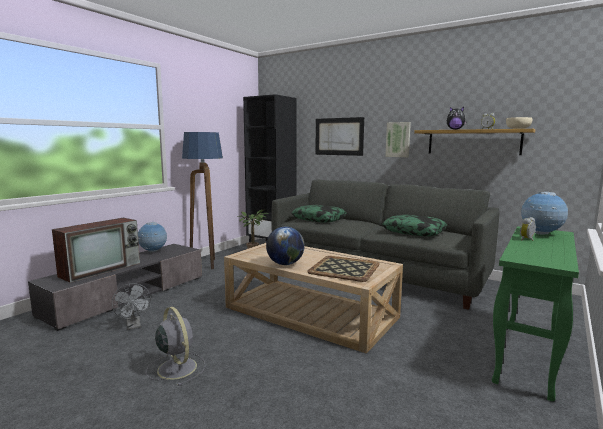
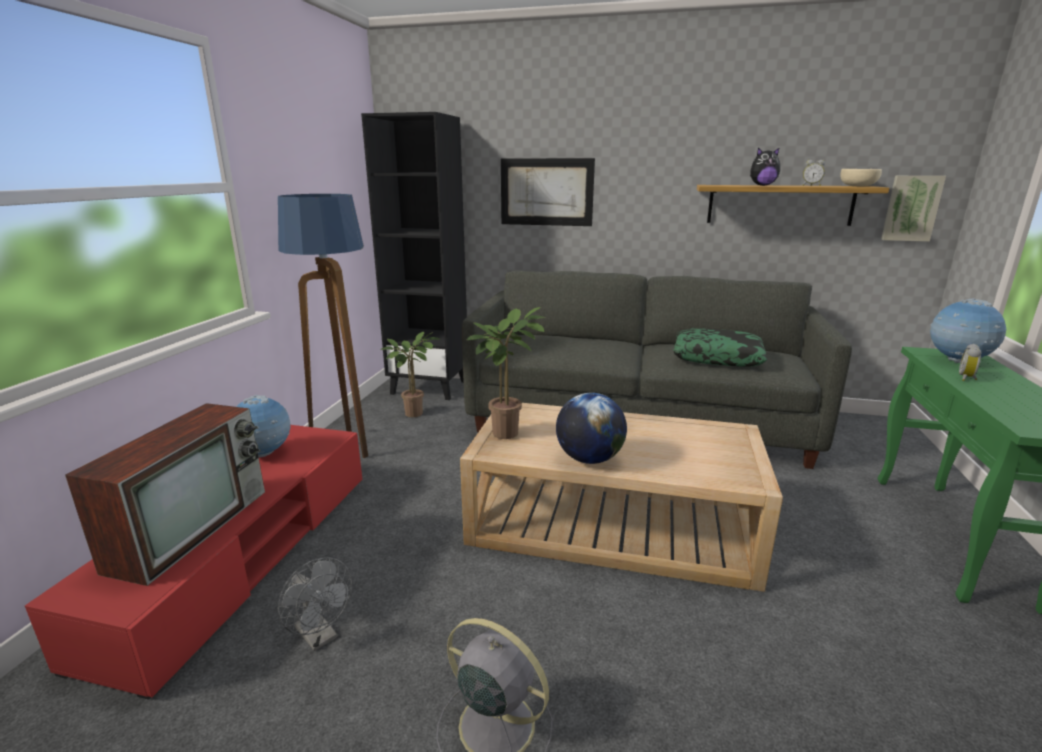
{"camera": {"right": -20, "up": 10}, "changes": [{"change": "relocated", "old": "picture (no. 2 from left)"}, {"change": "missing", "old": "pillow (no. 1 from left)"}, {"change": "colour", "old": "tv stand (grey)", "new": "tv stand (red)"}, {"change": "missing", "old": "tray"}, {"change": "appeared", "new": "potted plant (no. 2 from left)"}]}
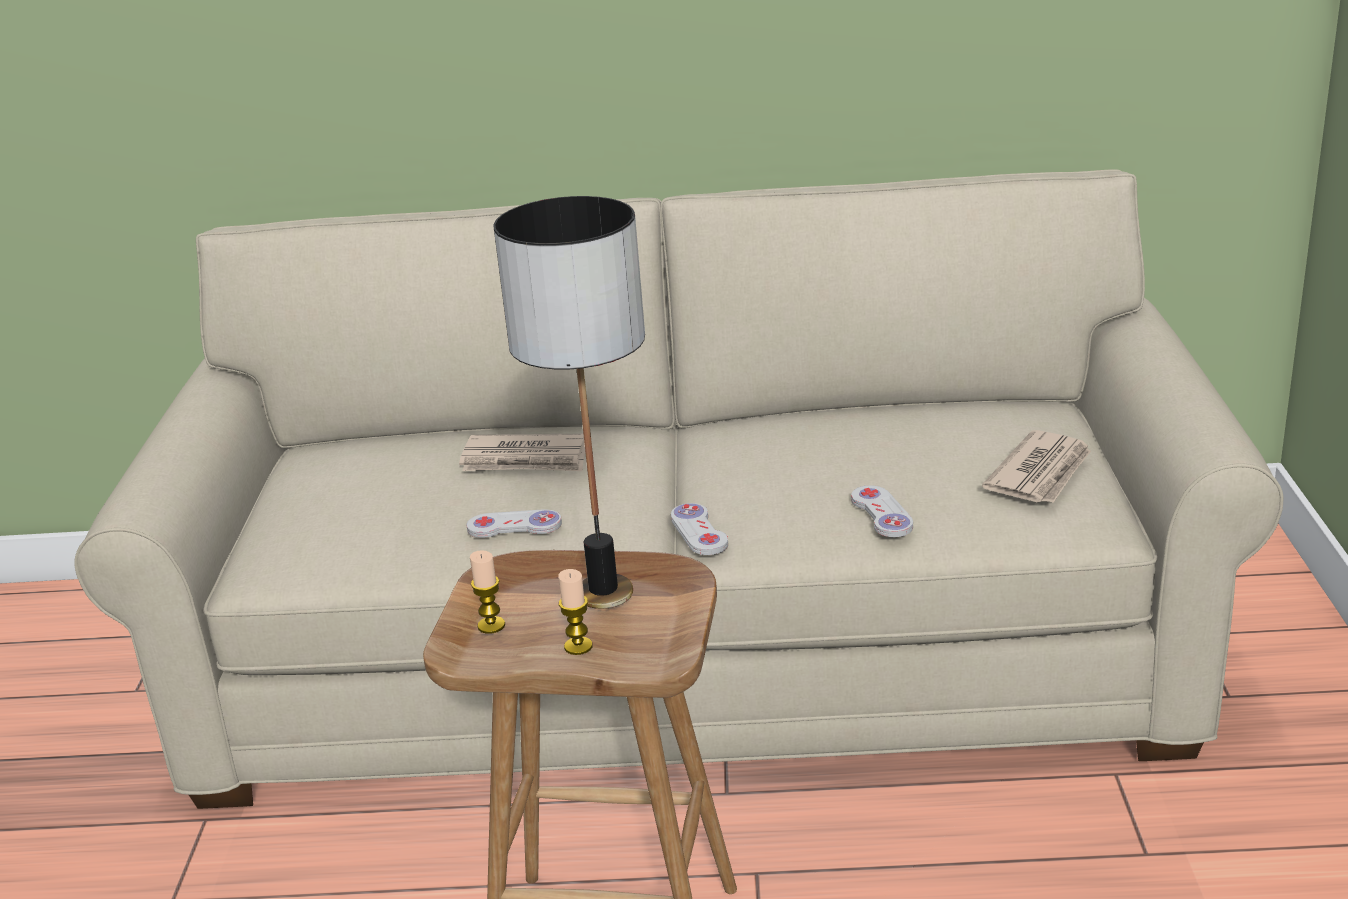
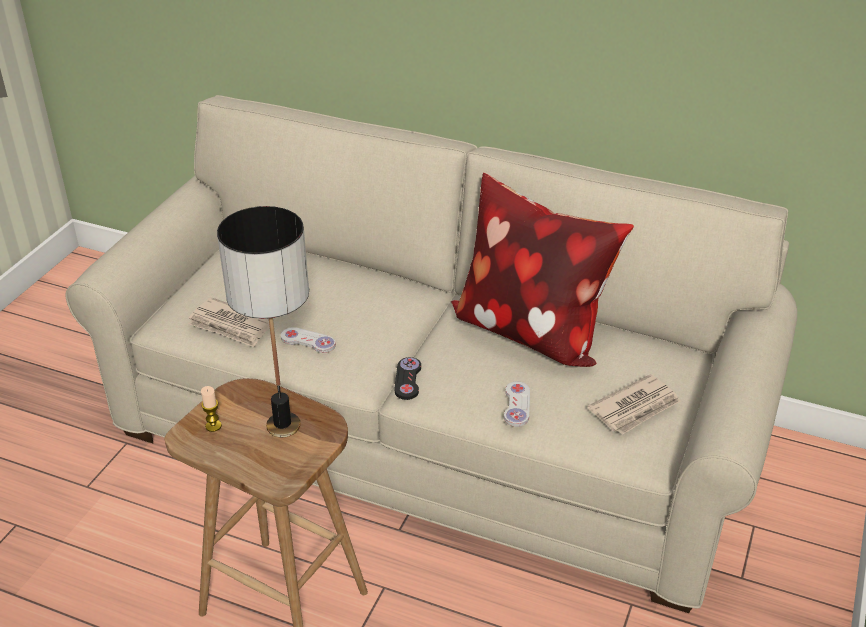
{"camera": {"right": 20, "up": 10}, "changes": [{"change": "relocated", "old": "newspaper (no. 1 from left)"}, {"change": "colour", "old": "game controller (white) (no. 2 from left)", "new": "game controller (black)"}, {"change": "missing", "old": "candle (no. 2 from left)"}, {"change": "appeared", "new": "pillow"}]}
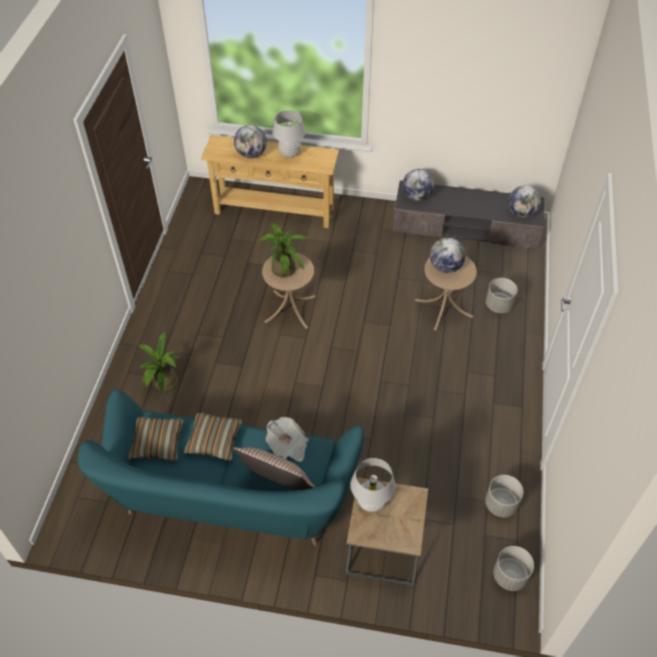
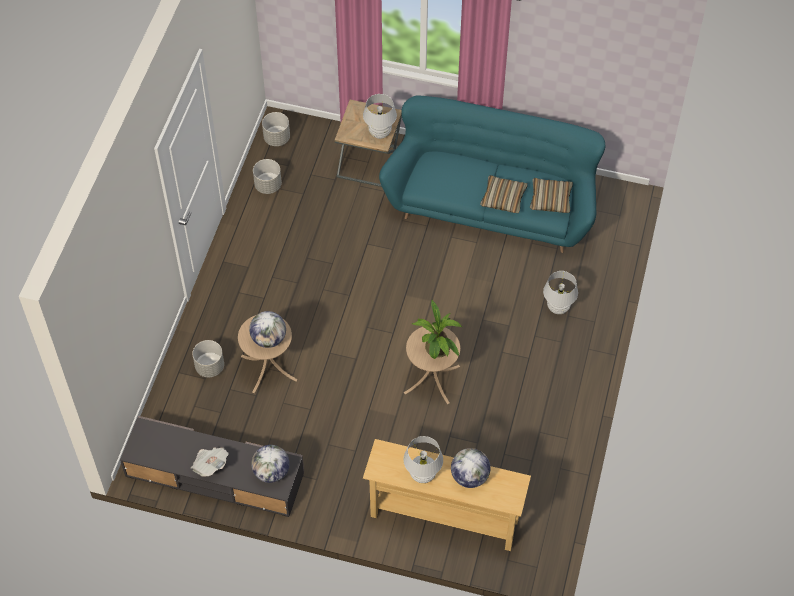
{"camera": {"right": -175, "up": 5}, "changes": [{"change": "missing", "old": "globe (no. 4 from left)"}, {"change": "exchanged", "old": "potted plant (no. 1 from left)", "new": "table lamp (white) (no. 3 from left)"}, {"change": "relocated", "old": "newspaper"}, {"change": "missing", "old": "pillow (no. 3 from left)"}]}
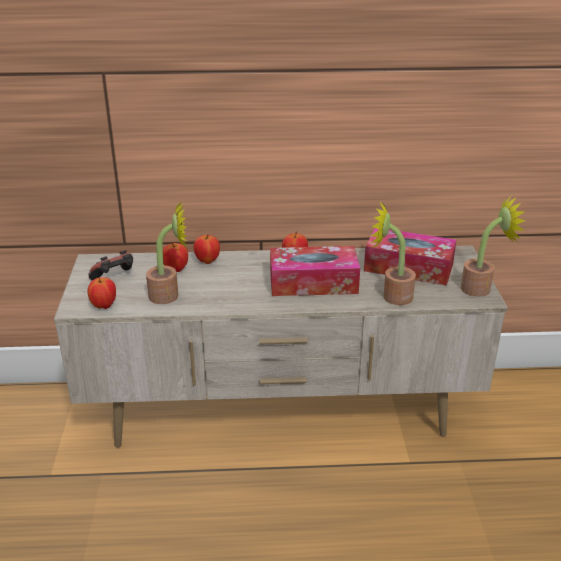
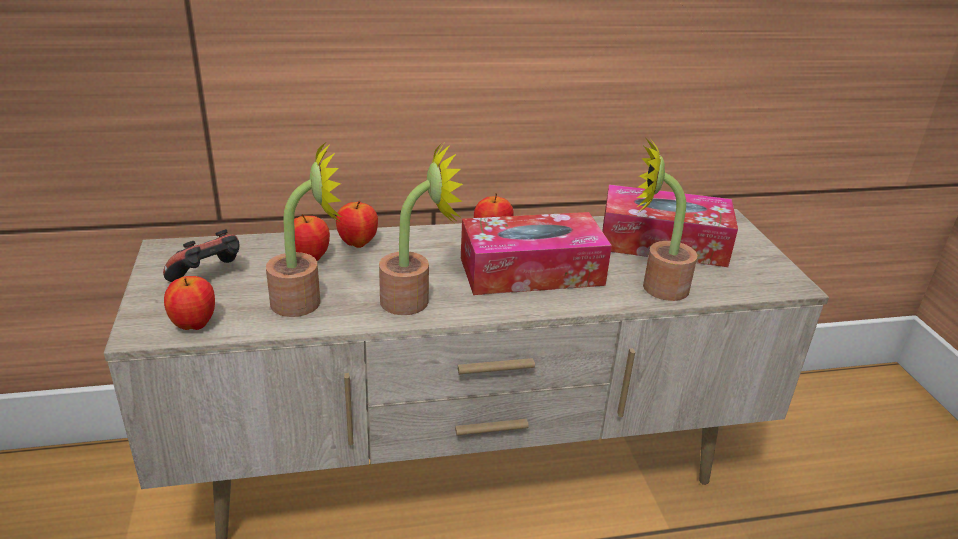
{"camera": {"right": -10, "up": 0}, "changes": [{"change": "relocated", "old": "potted plant (no. 3 from left in the first image)", "new": "potted plant (no. 2 from left)"}]}
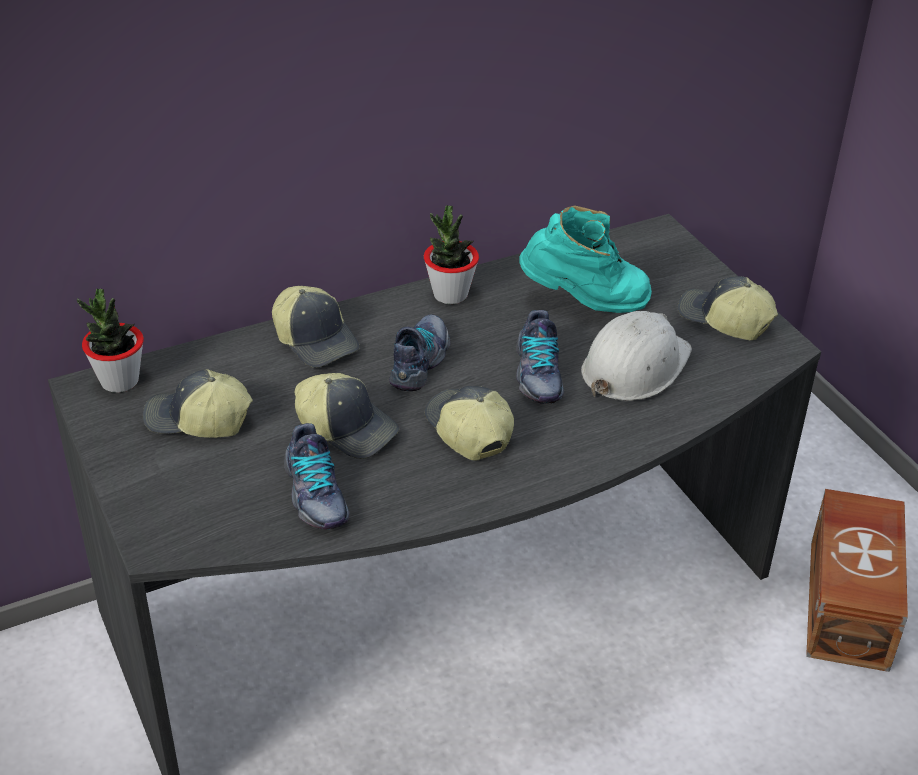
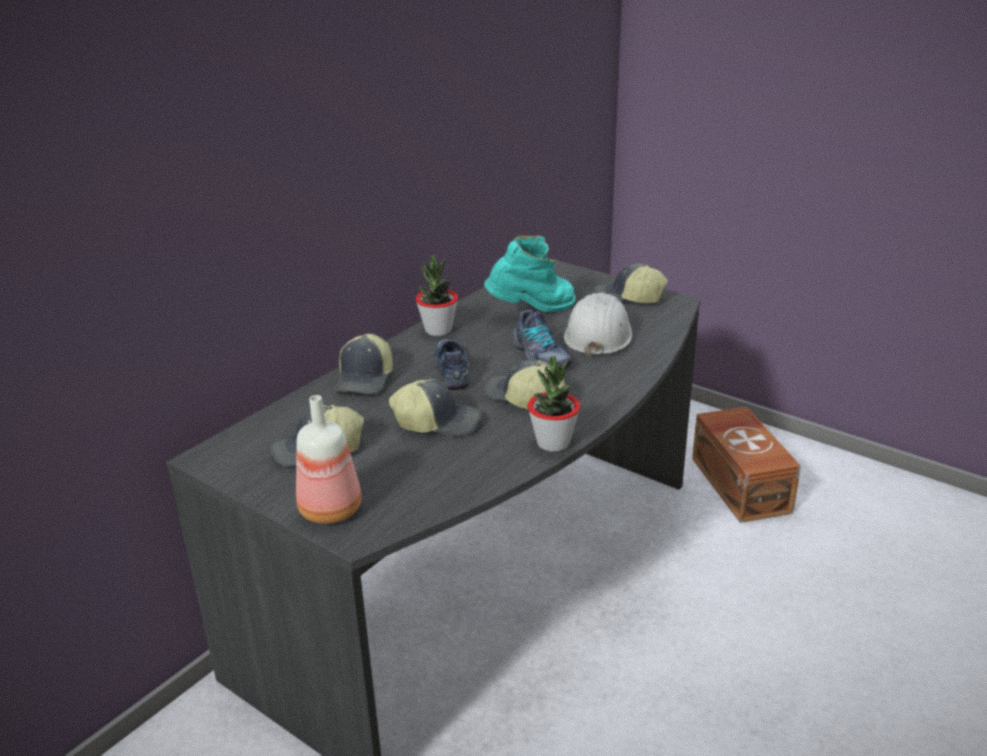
{"camera": {"right": -25, "up": -10}, "changes": [{"change": "spun", "old": "cap (no. 2 from left)", "degrees": 75}, {"change": "relocated", "old": "potted plant (no. 1 from left in the first image)", "new": "potted plant (no. 2 from left)"}, {"change": "missing", "old": "shoe (no. 1 from left)"}, {"change": "appeared", "new": "bottle"}]}
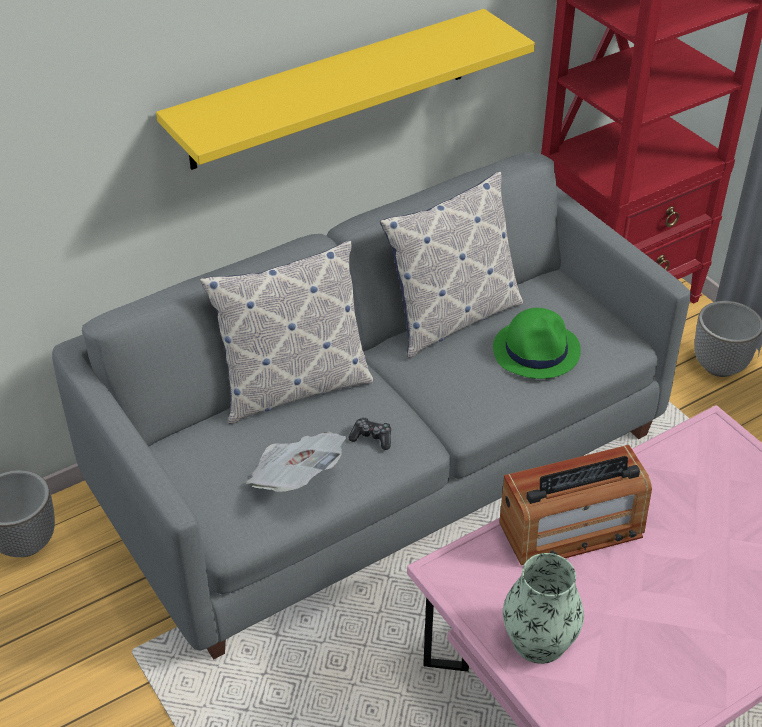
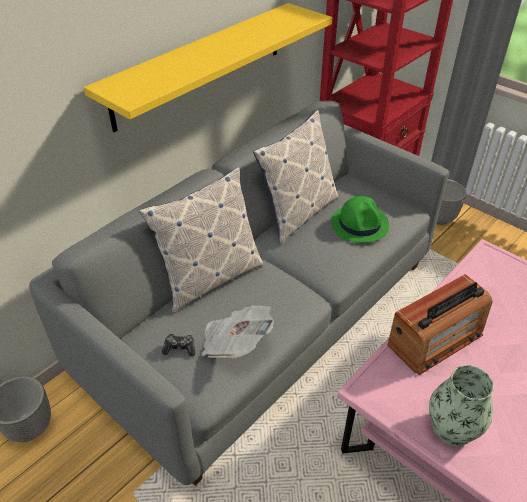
{"camera": {"right": -15, "up": 0}, "changes": [{"change": "relocated", "old": "game controller"}]}
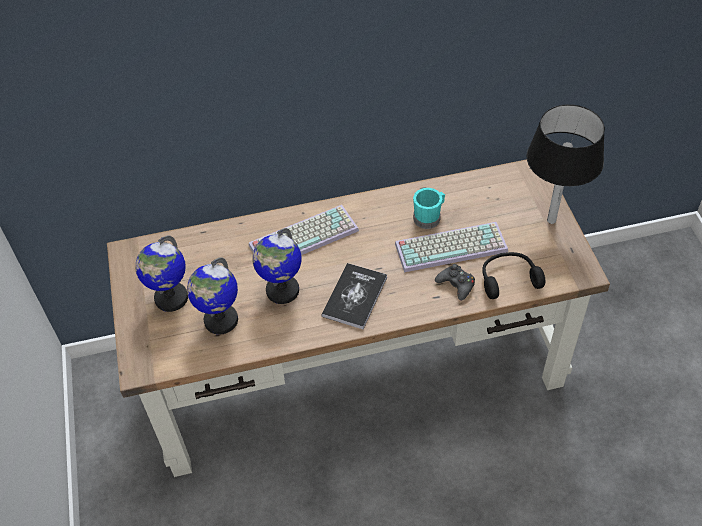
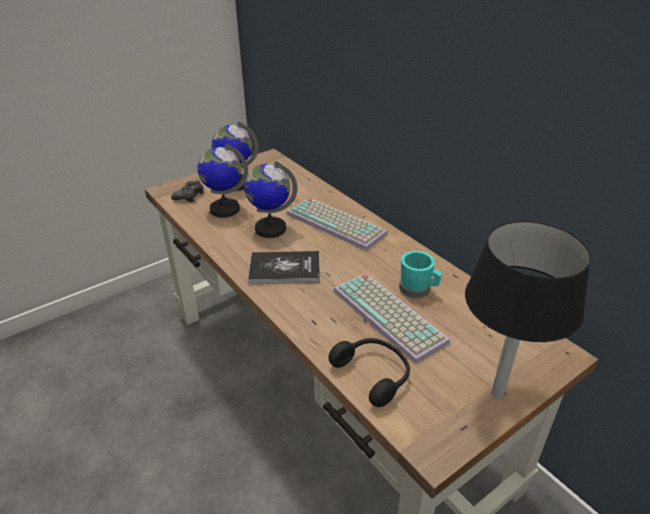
{"camera": {"right": 65, "up": -15}, "changes": [{"change": "relocated", "old": "game controller (black)"}]}
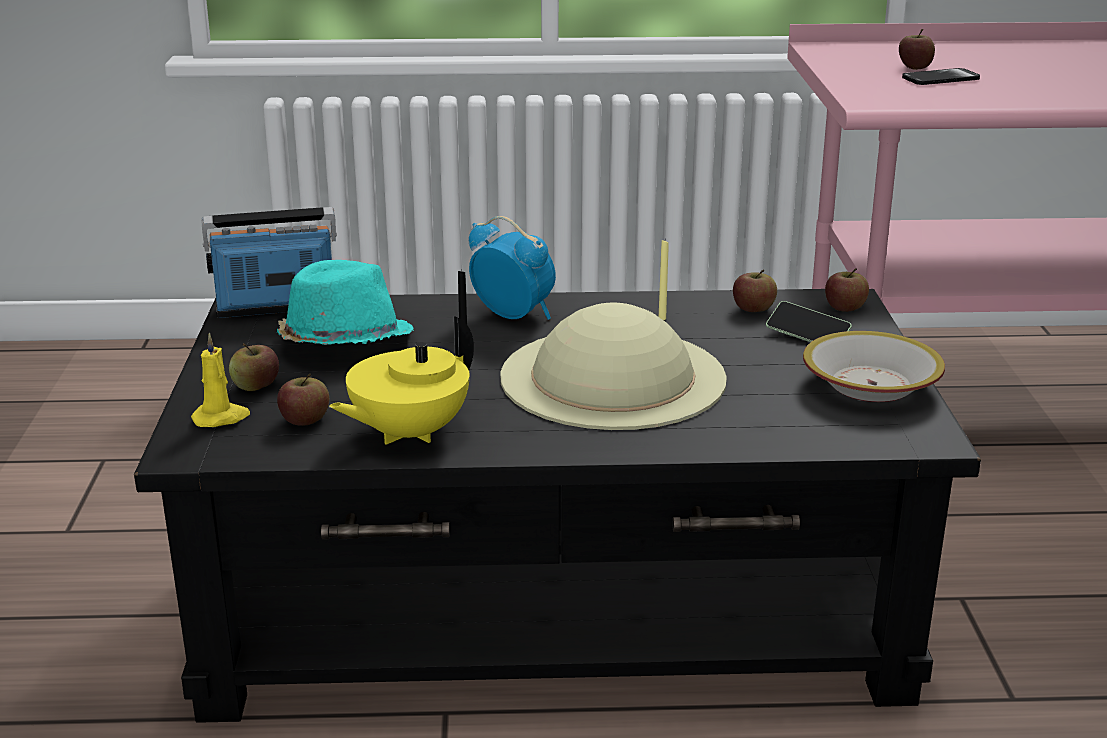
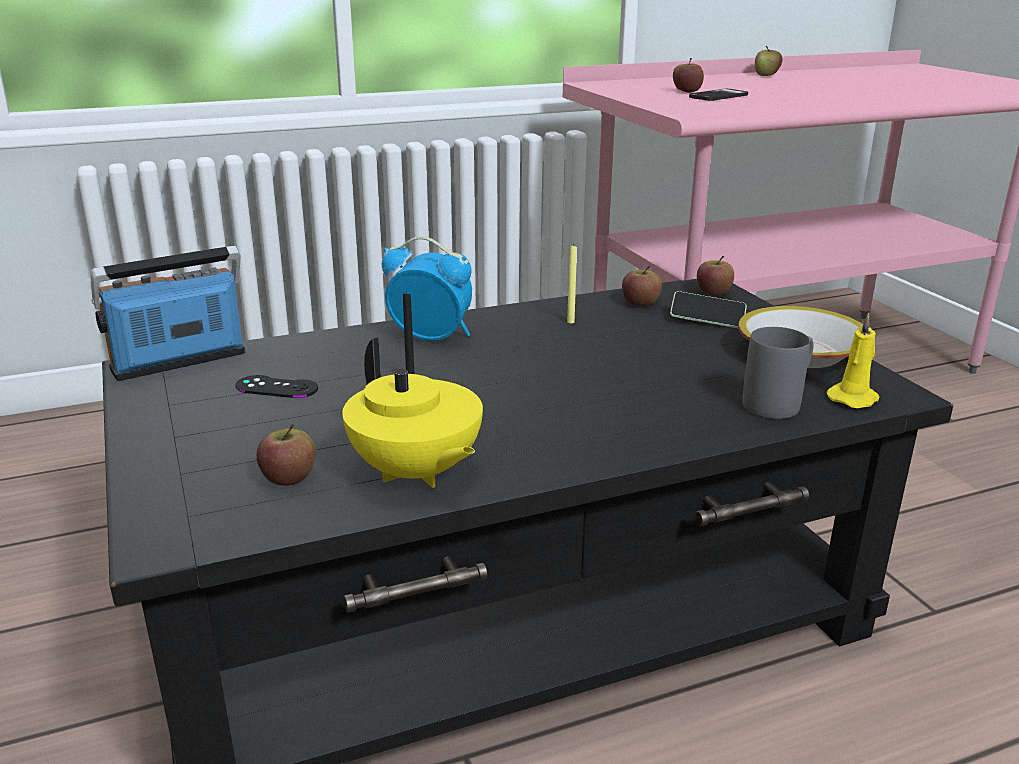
{"camera": {"right": -20, "up": 0}, "changes": [{"change": "exchanged", "old": "hat (turquoise)", "new": "game controller (black)"}, {"change": "missing", "old": "hat (beige)"}, {"change": "spun", "old": "teapot (yellow)", "degrees": -60}, {"change": "relocated", "old": "candle (yellow) (no. 1 from left in the first image)", "new": "candle (yellow) (no. 2 from left)"}, {"change": "relocated", "old": "apple (no. 1 from left in the first image)", "new": "apple (no. 5 from left)"}, {"change": "appeared", "new": "mug (grey)"}]}
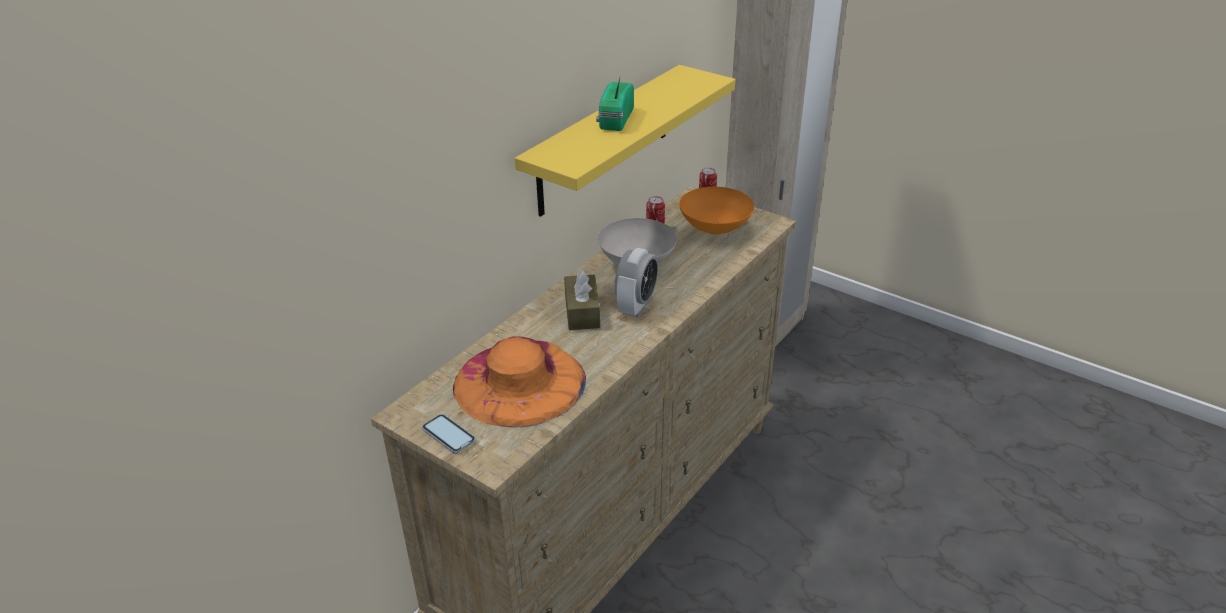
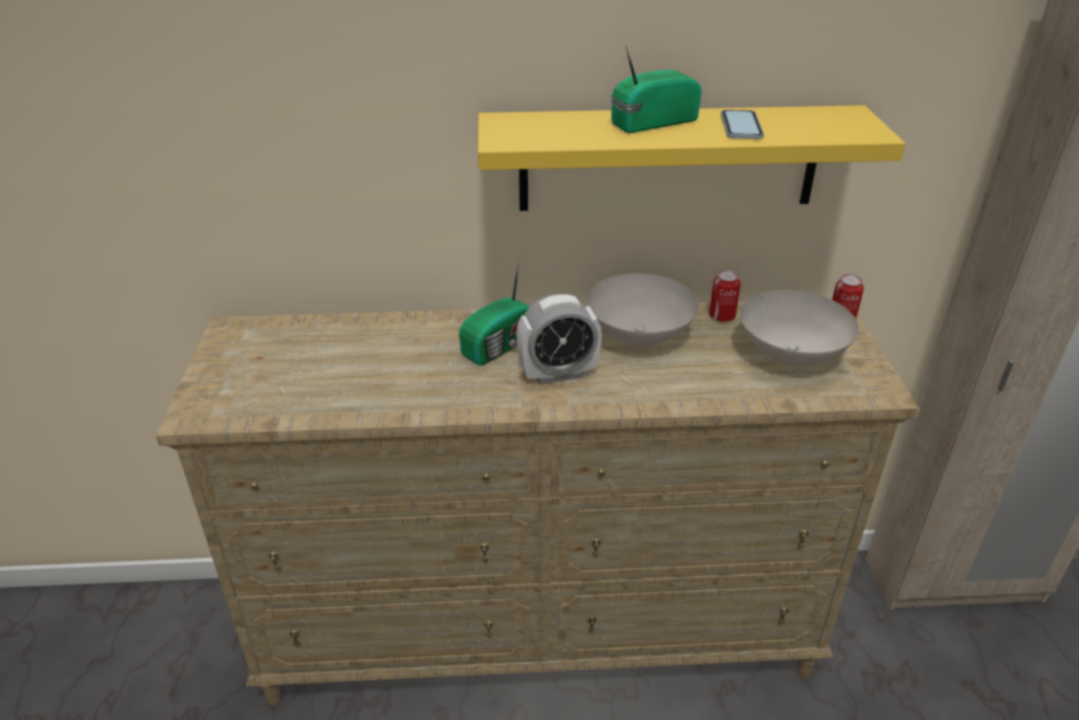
{"camera": {"right": 50, "up": 0}, "changes": [{"change": "colour", "old": "bowl (orange)", "new": "bowl (white) (no. 2 from left)"}, {"change": "exchanged", "old": "tissue box (brown)", "new": "radio (no. 1 from left)"}, {"change": "missing", "old": "hat (orange)"}, {"change": "relocated", "old": "phone"}]}
